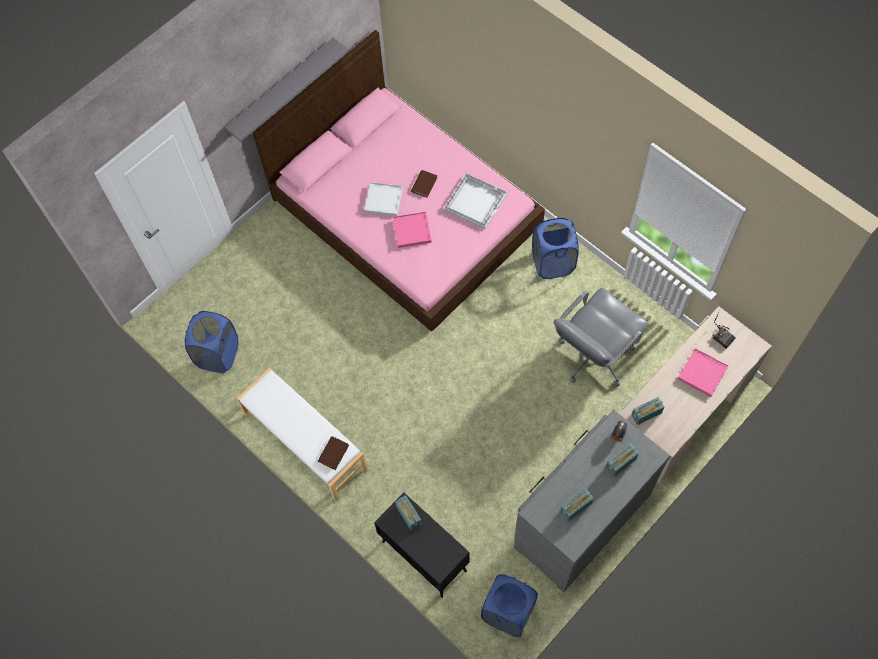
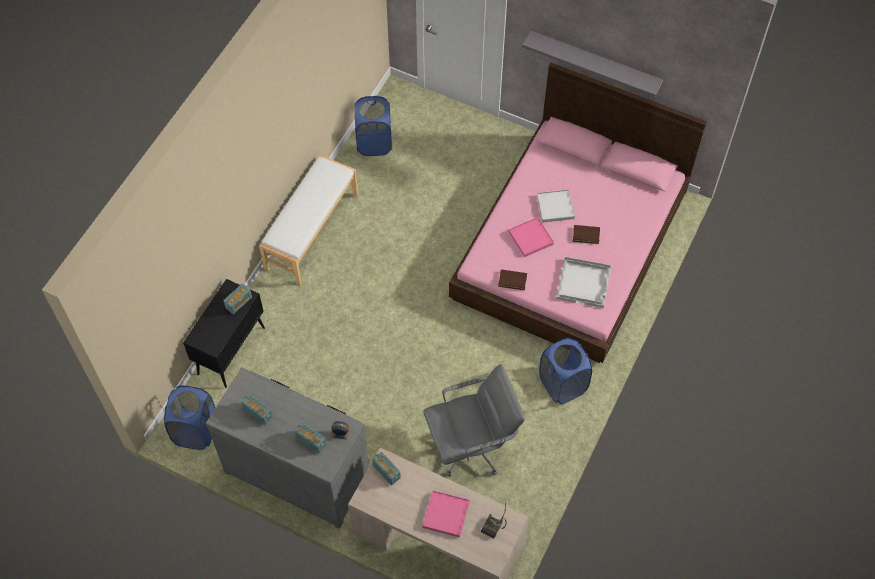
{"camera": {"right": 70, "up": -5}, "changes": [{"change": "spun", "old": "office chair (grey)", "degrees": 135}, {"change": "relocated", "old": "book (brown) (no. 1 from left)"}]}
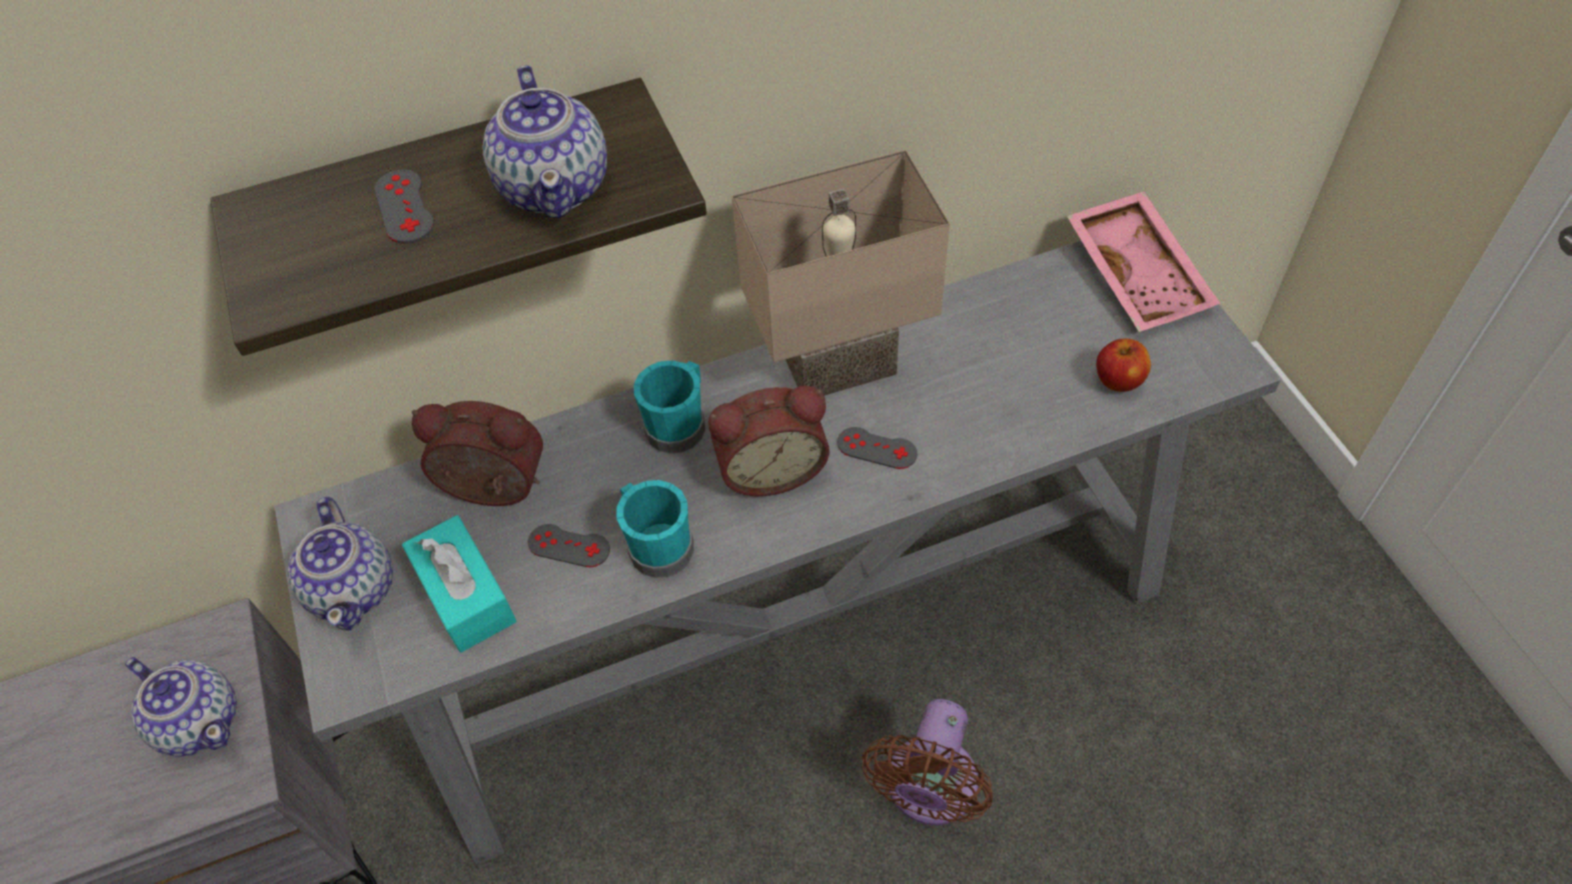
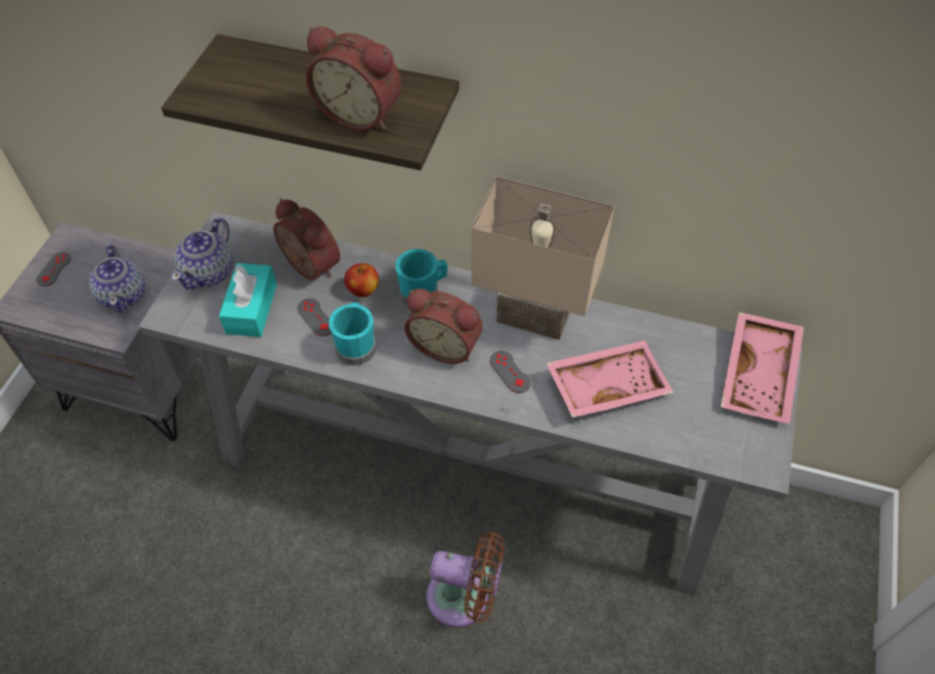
{"camera": {"right": 35, "up": 0}, "changes": [{"change": "exchanged", "old": "teapot (no. 3 from left)", "new": "alarm clock (no. 2 from left)"}, {"change": "relocated", "old": "game controller (grey) (no. 1 from left)"}, {"change": "relocated", "old": "apple"}, {"change": "spun", "old": "fan (brown)", "degrees": -135}, {"change": "appeared", "new": "tray (pink) (no. 1 from left)"}]}
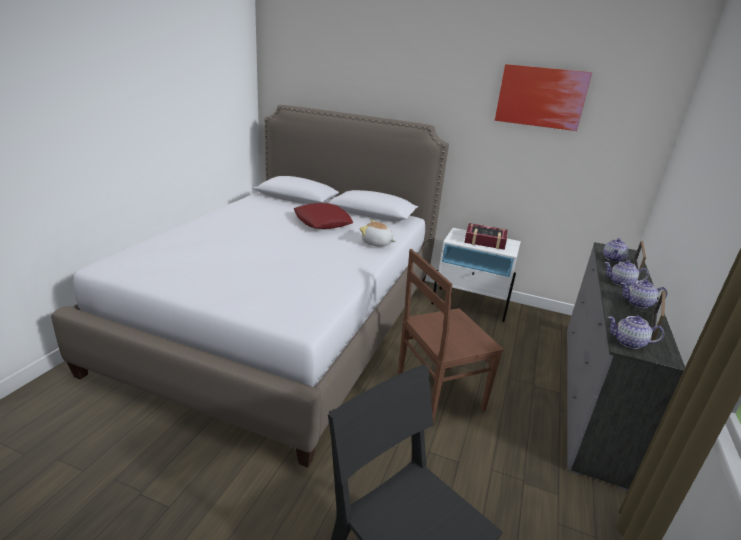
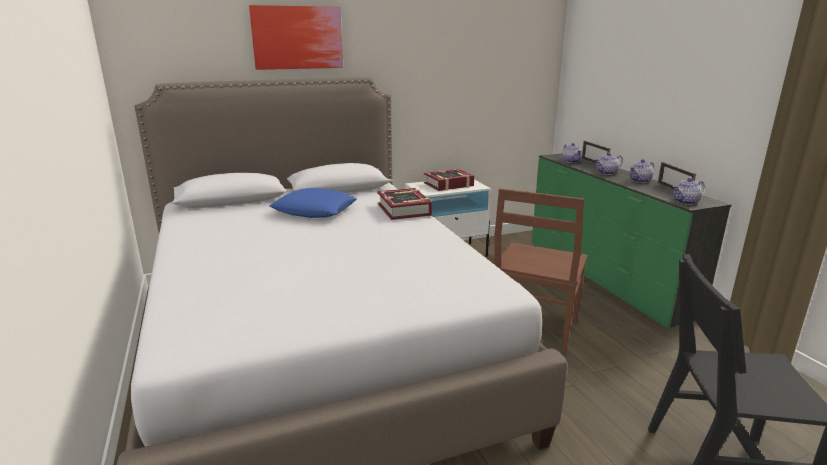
{"camera": {"right": -40, "up": -5}, "changes": [{"change": "relocated", "old": "picture"}, {"change": "colour", "old": "pillow (red)", "new": "pillow (blue)"}, {"change": "exchanged", "old": "plush toy", "new": "book (no. 1 from left)"}, {"change": "colour", "old": "dresser (grey)", "new": "dresser (green)"}]}
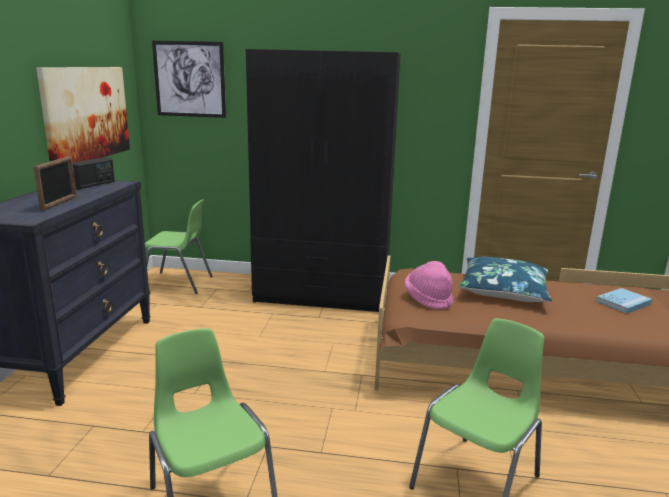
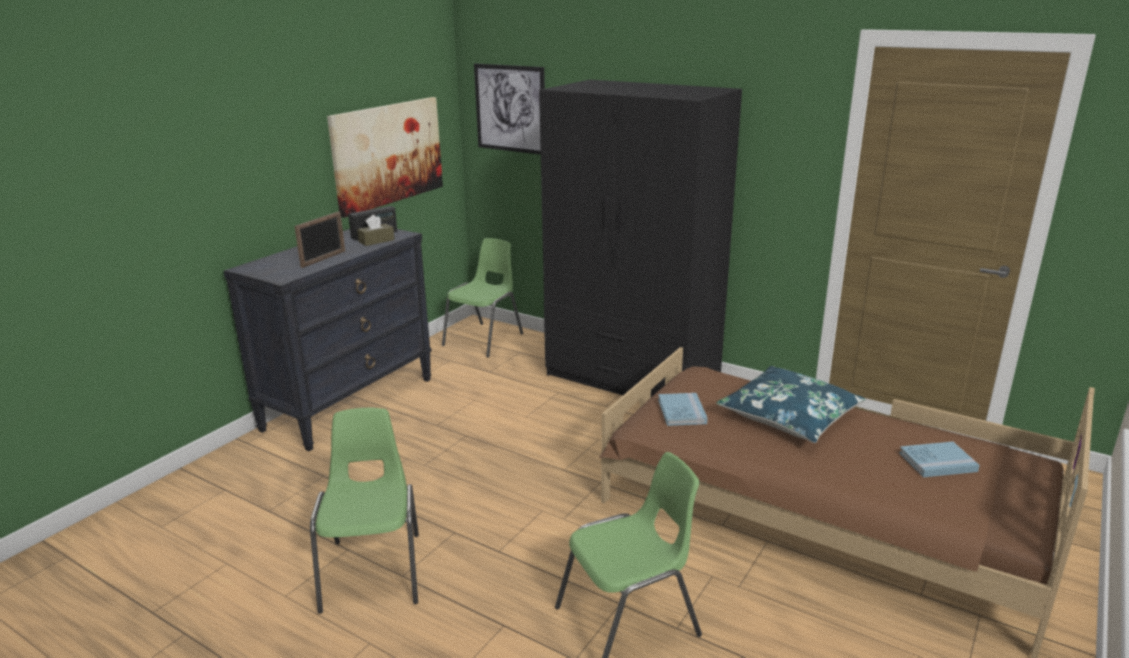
{"camera": {"right": 25, "up": 5}, "changes": [{"change": "spun", "old": "chair (green) (no. 1 from left in the first image)", "degrees": -90}, {"change": "exchanged", "old": "hat (pink)", "new": "book (blue) (no. 1 from left)"}, {"change": "appeared", "new": "tissue box (brown)"}]}
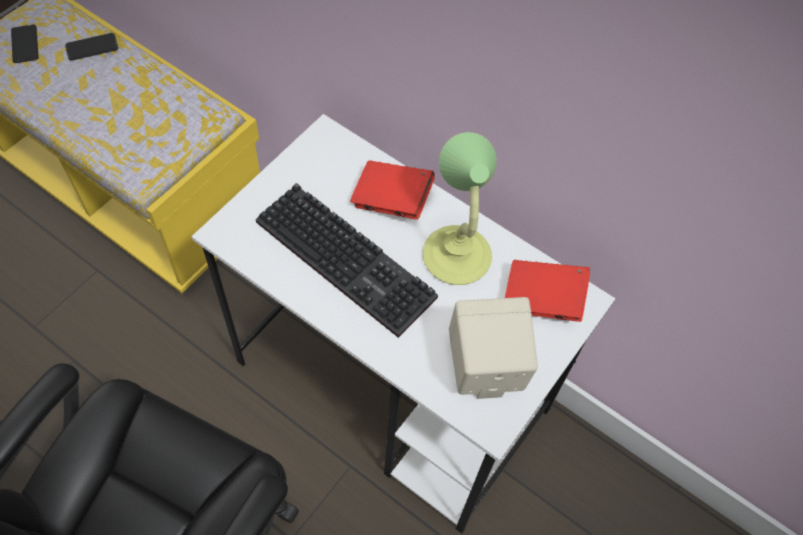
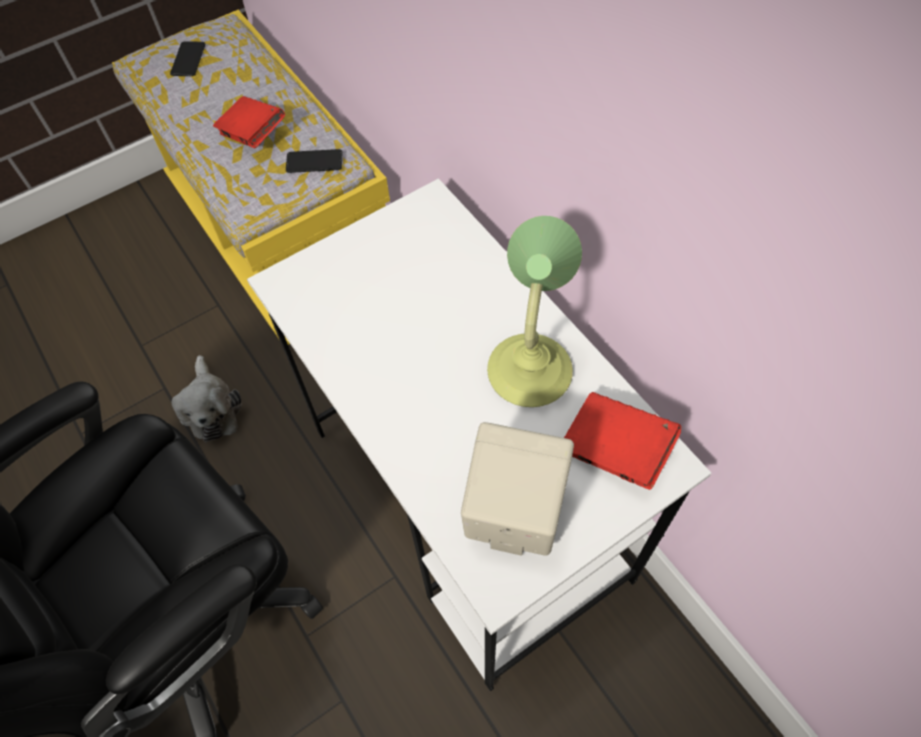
{"camera": {"right": 25, "up": 0}, "changes": [{"change": "relocated", "old": "phone (no. 2 from left)"}, {"change": "relocated", "old": "book (red) (no. 1 from left)"}, {"change": "missing", "old": "keyboard"}, {"change": "appeared", "new": "plush toy"}]}
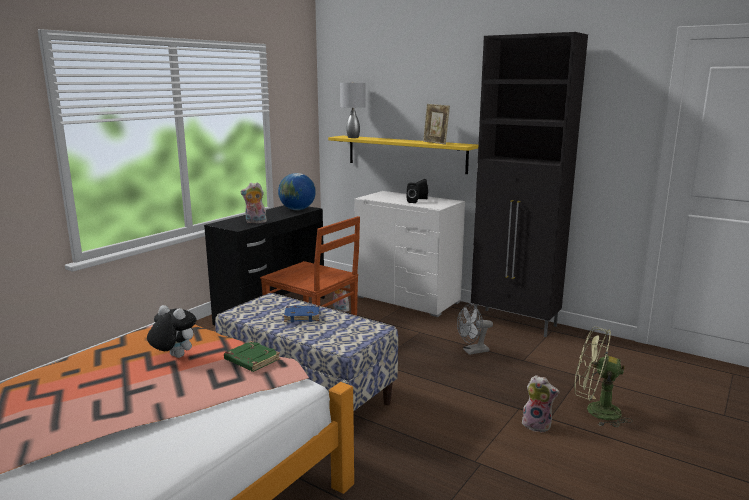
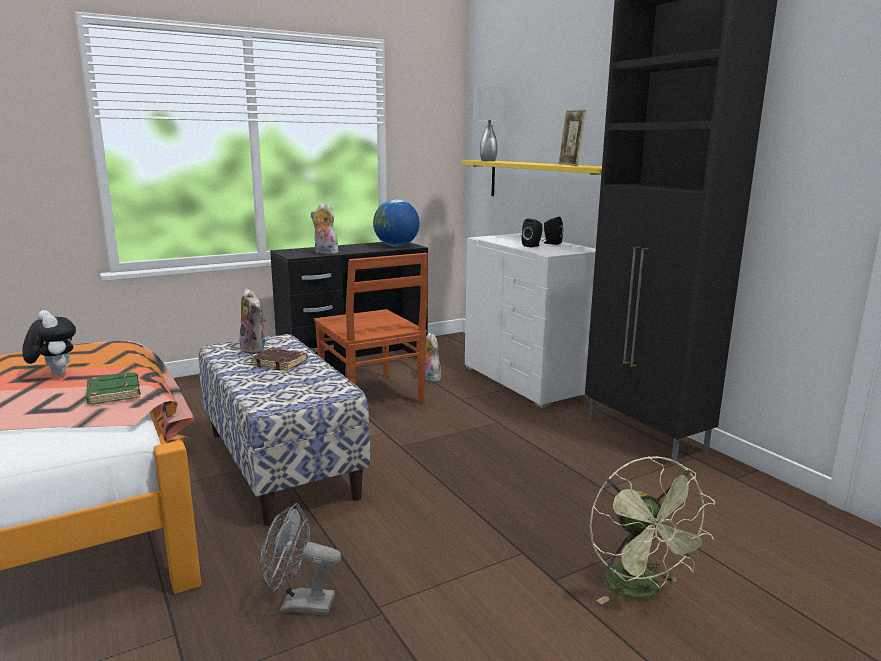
{"camera": {"right": 25, "up": 0}, "changes": [{"change": "relocated", "old": "fan (grey)"}, {"change": "colour", "old": "book (blue)", "new": "book (brown)"}, {"change": "spun", "old": "fan (green)", "degrees": -150}, {"change": "relocated", "old": "plush toy (no. 4 from left in the first image)", "new": "plush toy (no. 2 from left)"}]}
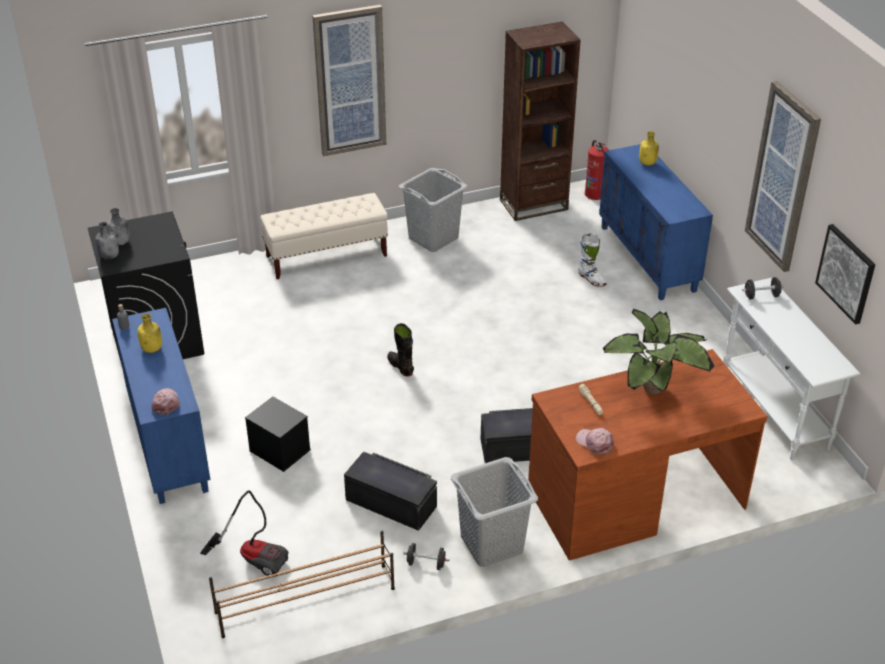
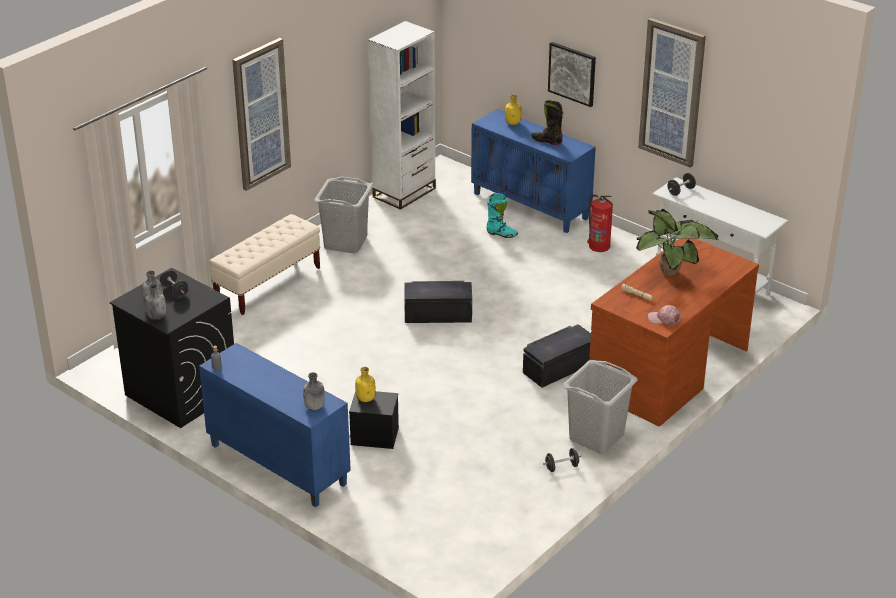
{"camera": {"right": -30, "up": -5}, "changes": [{"change": "colour", "old": "bookcase (brown)", "new": "bookcase (white)"}, {"change": "relocated", "old": "fire extinguisher"}, {"change": "relocated", "old": "picture (no. 3 from left in the first image)", "new": "picture (no. 2 from left)"}, {"change": "colour", "old": "boot (white)", "new": "boot (turquoise)"}, {"change": "relocated", "old": "bottle (yellow) (no. 1 from left)"}, {"change": "relocated", "old": "boot (black)"}, {"change": "exchanged", "old": "cap (pink) (no. 1 from left)", "new": "bottle (grey) (no. 4 from left)"}, {"change": "relocated", "old": "storage box (black) (no. 2 from left)"}, {"change": "missing", "old": "vacuum cleaner"}, {"change": "missing", "old": "shoe rack (brown)"}, {"change": "appeared", "new": "dumbbell (black) (no. 1 from left)"}]}
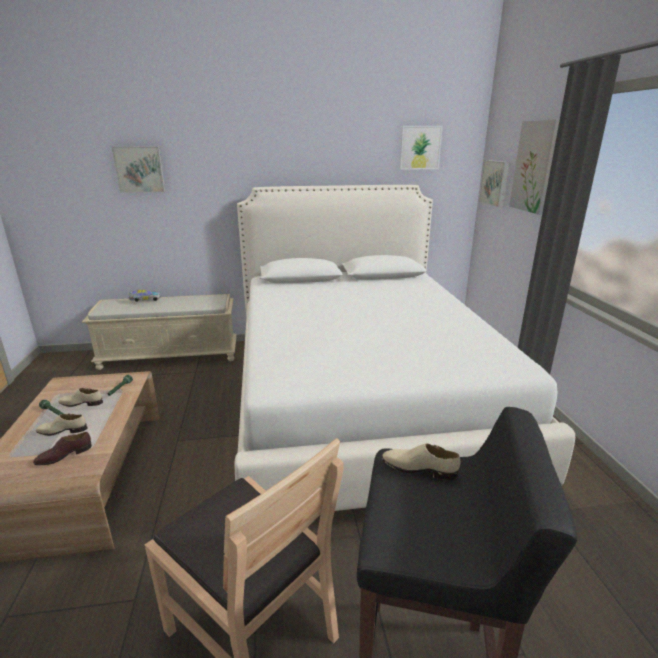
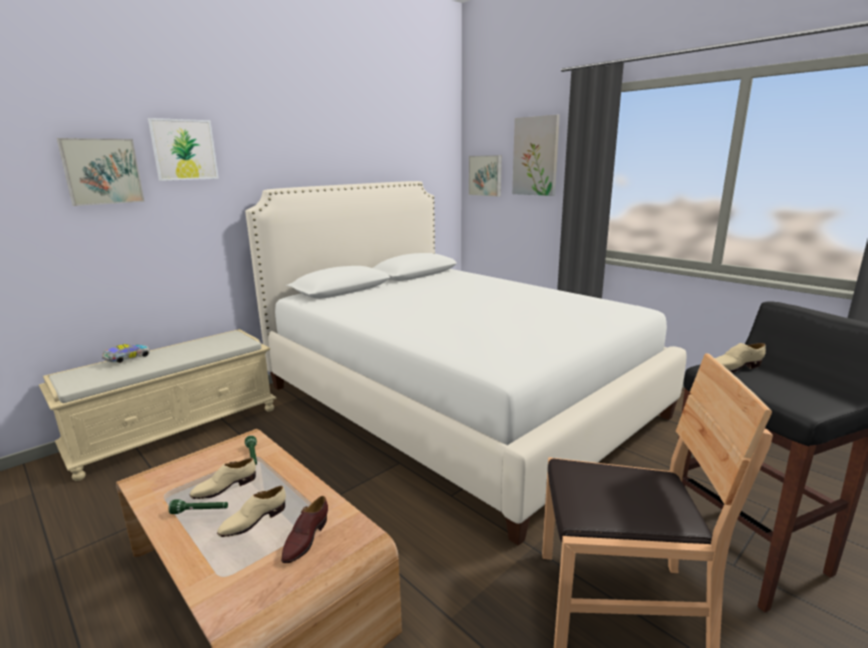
{"camera": {"right": -35, "up": -5}, "changes": [{"change": "relocated", "old": "picture (no. 2 from left)"}]}
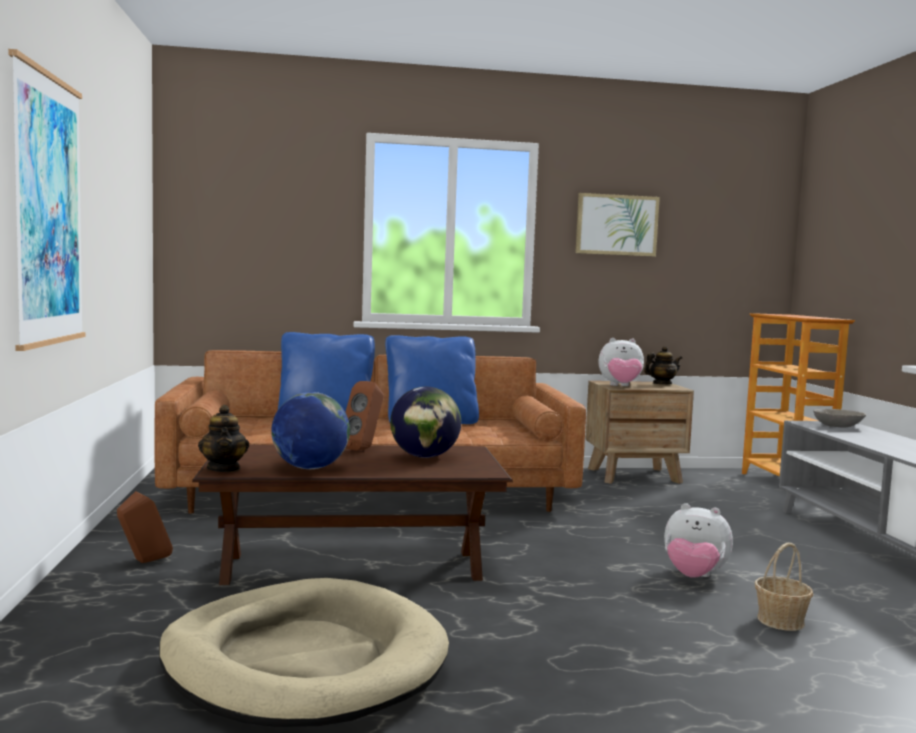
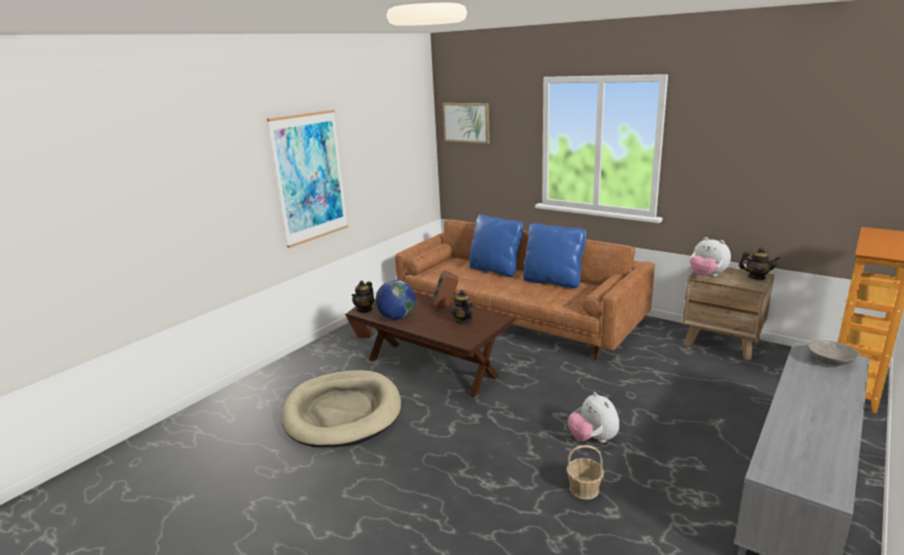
{"camera": {"right": 45, "up": 15}, "changes": [{"change": "relocated", "old": "picture (no. 2 from left)"}, {"change": "exchanged", "old": "globe (no. 2 from left)", "new": "teapot (no. 2 from left)"}]}
